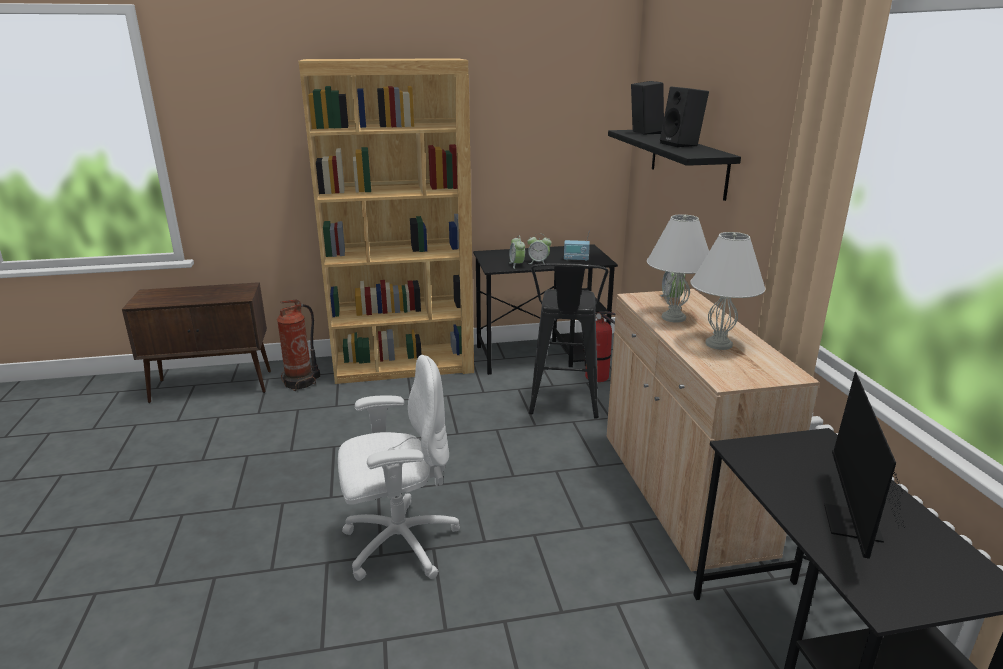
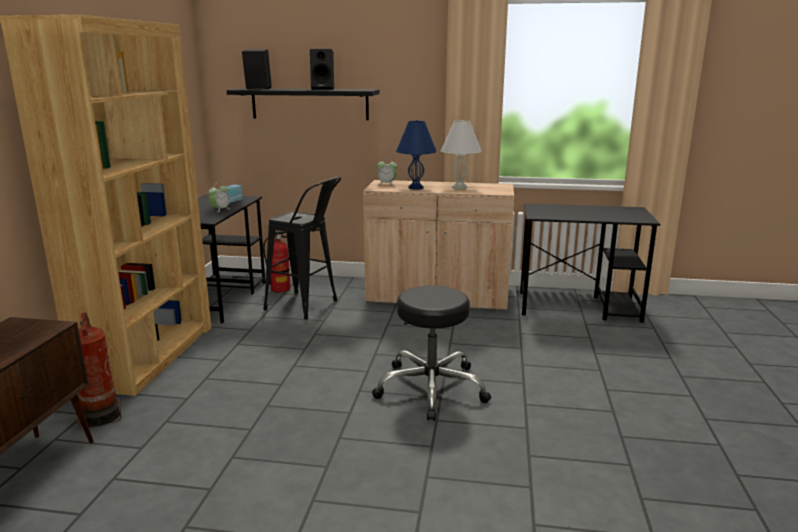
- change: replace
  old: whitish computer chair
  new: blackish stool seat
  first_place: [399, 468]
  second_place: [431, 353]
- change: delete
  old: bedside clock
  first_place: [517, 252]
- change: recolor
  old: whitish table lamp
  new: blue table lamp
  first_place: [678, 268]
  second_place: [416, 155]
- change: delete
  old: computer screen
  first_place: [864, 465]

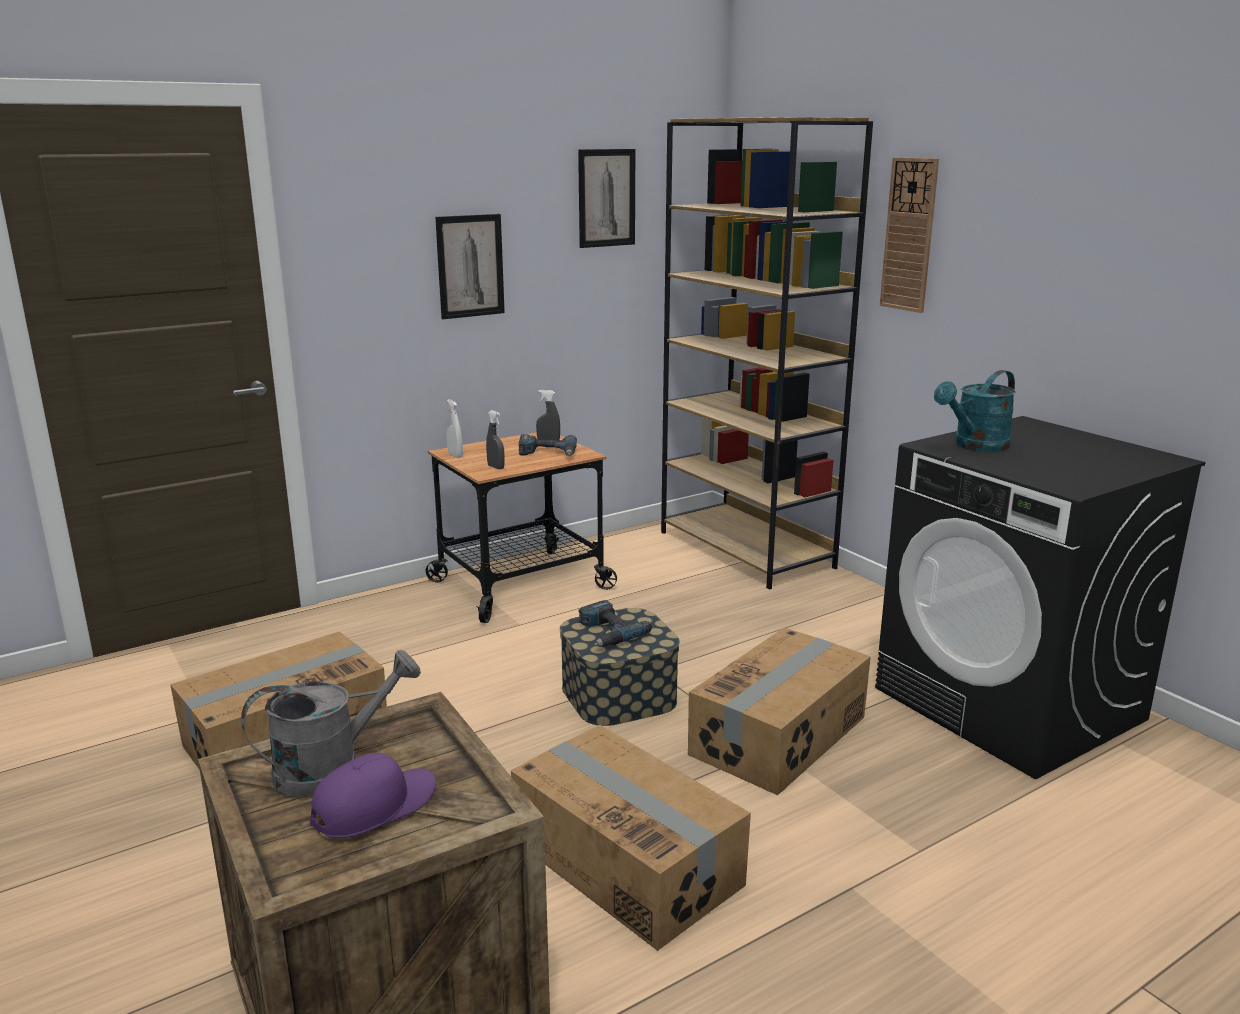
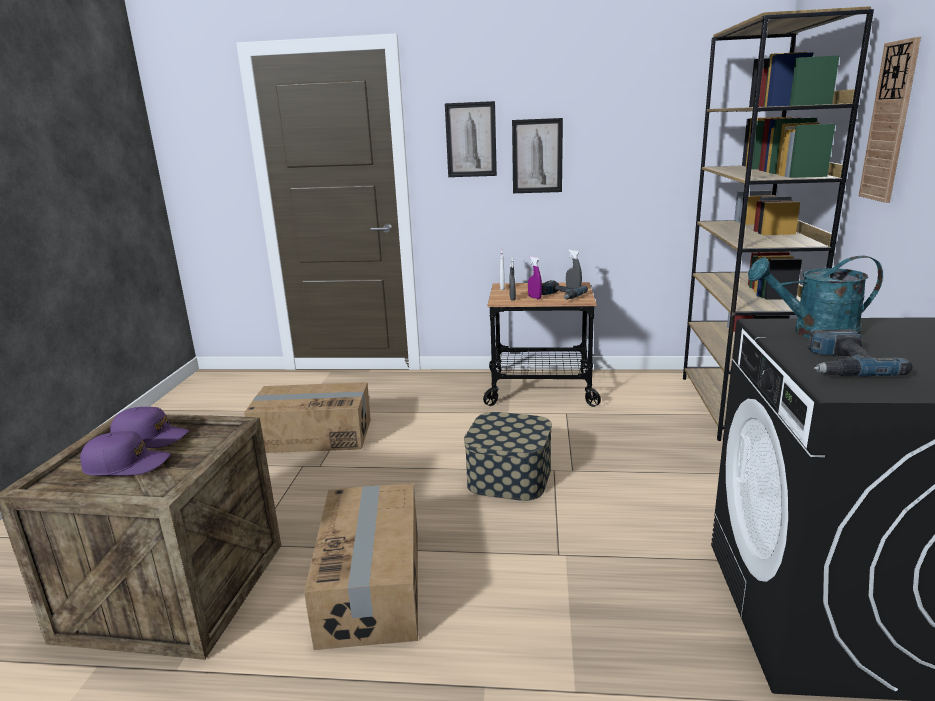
- change: replace
  old: greyish watering pot
  new: purplish cap
  first_place: [331, 723]
  second_place: [149, 427]
- change: move
  old: wall art
  first_place: [606, 198]
  second_place: [471, 139]
- change: move
  old: power drill
  first_place: [615, 623]
  second_place: [859, 353]
- change: delete
  old: carton
  first_place: [779, 711]
- change: insert
  new: purplish hand sprayer
  second_place: [535, 277]

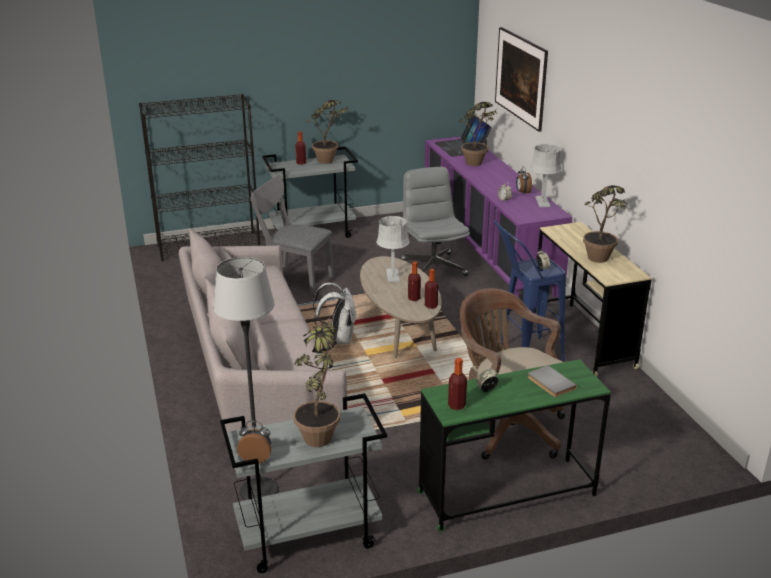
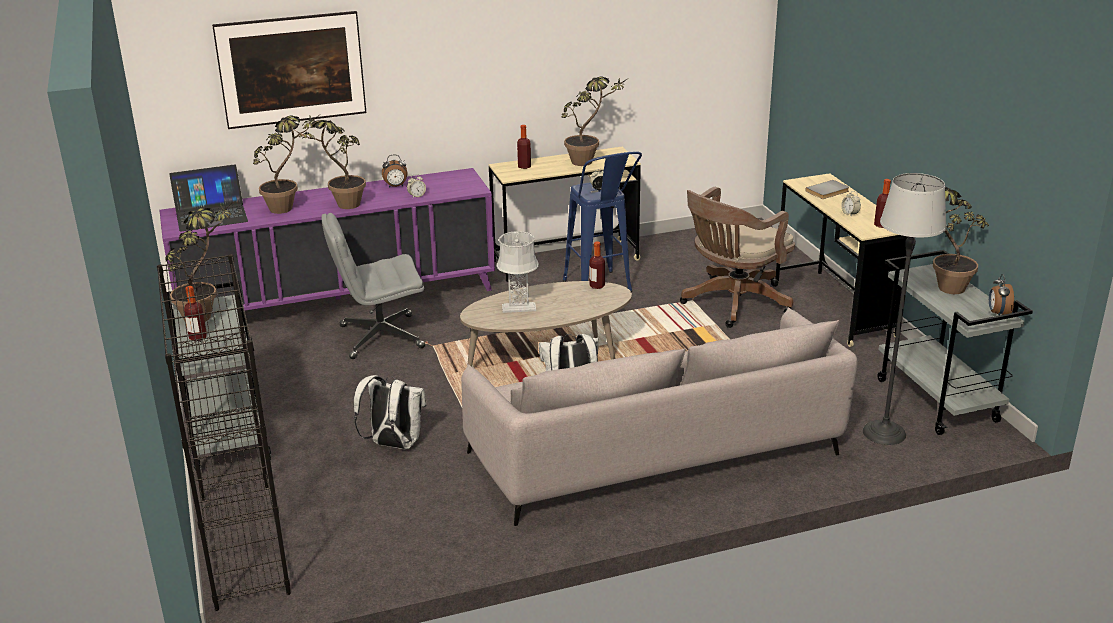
- change: replace
  old: greyish upright chair
  new: whitish backpack
  first_place: [292, 235]
  second_place: [390, 412]
- change: move
  old: bottle
  first_place: [414, 281]
  second_place: [524, 147]
- change: recolor
  old: green desk unit
  new: beige desk unit
  first_place: [514, 445]
  second_place: [841, 260]
- change: delete
  old: greyish table lamp
  first_place: [546, 175]
- change: insert
  new: houseplant
  second_place: [329, 164]

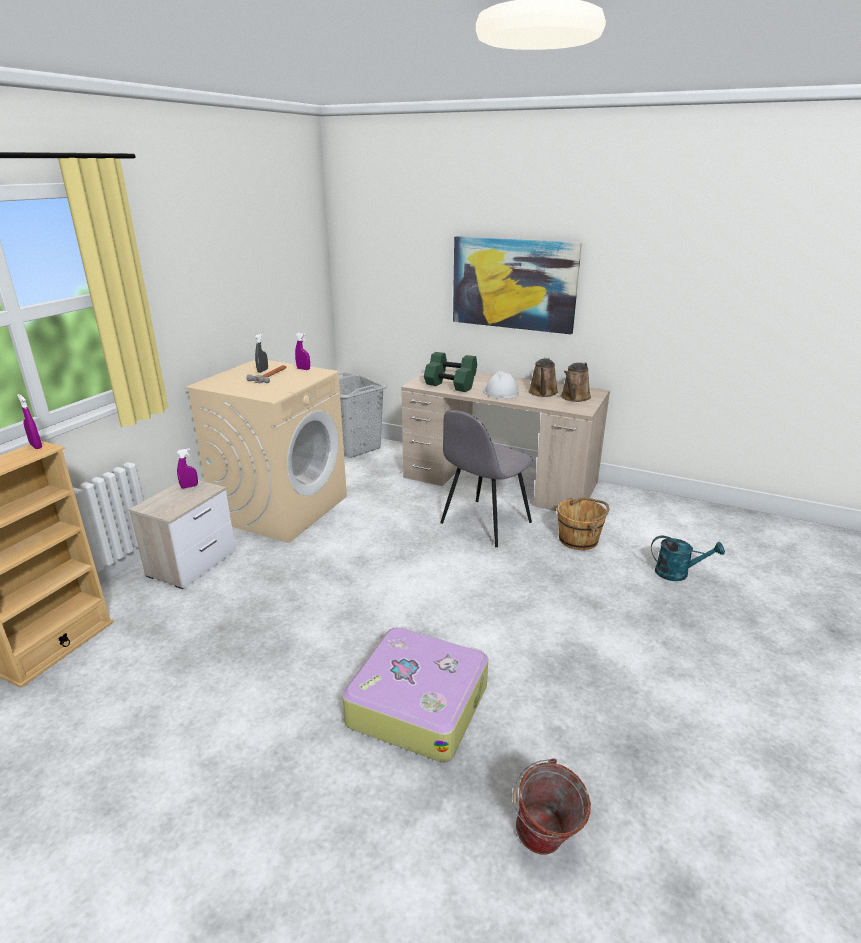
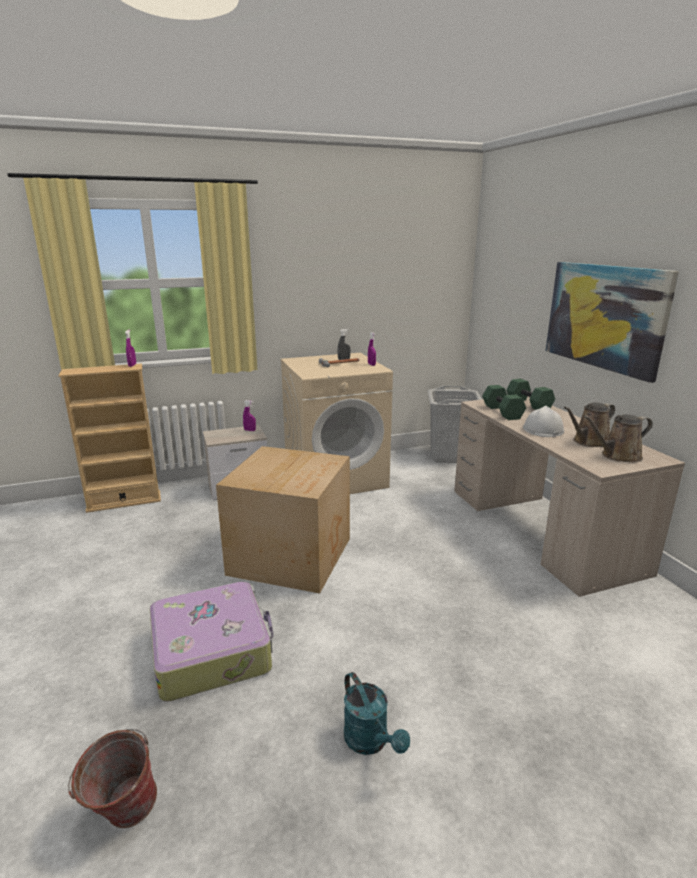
- change: delete
  old: greyish upright chair
  first_place: [486, 478]
- change: delete
  old: brown-coloured pail
  first_place: [583, 523]
- change: move
  old: turquoise watering pot
  first_place: [688, 558]
  second_place: [377, 713]
- change: insert
  new: carton
  second_place: [283, 519]

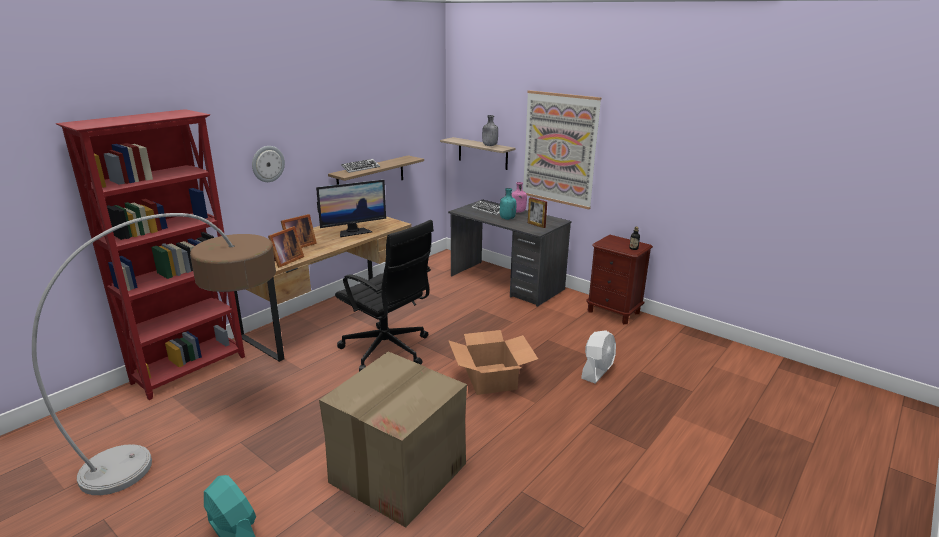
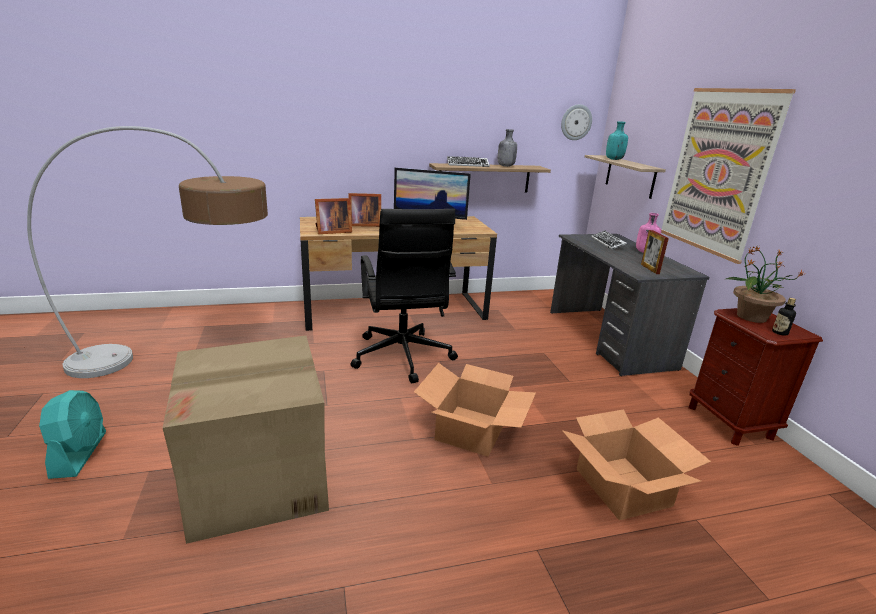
- change: delete
  old: reddish shelving unit
  first_place: [150, 254]
- change: move
  old: clock on the wall
  first_place: [268, 164]
  second_place: [576, 122]
- change: move
  old: greyish bottle
  first_place: [490, 130]
  second_place: [507, 148]
- change: move
  old: turquoise bottle
  first_place: [508, 204]
  second_place: [617, 140]
- change: replace
  old: whitish cooling fan
  new: carton
  first_place: [598, 357]
  second_place: [636, 464]
- change: insert
  new: houseplant
  second_place: [764, 284]

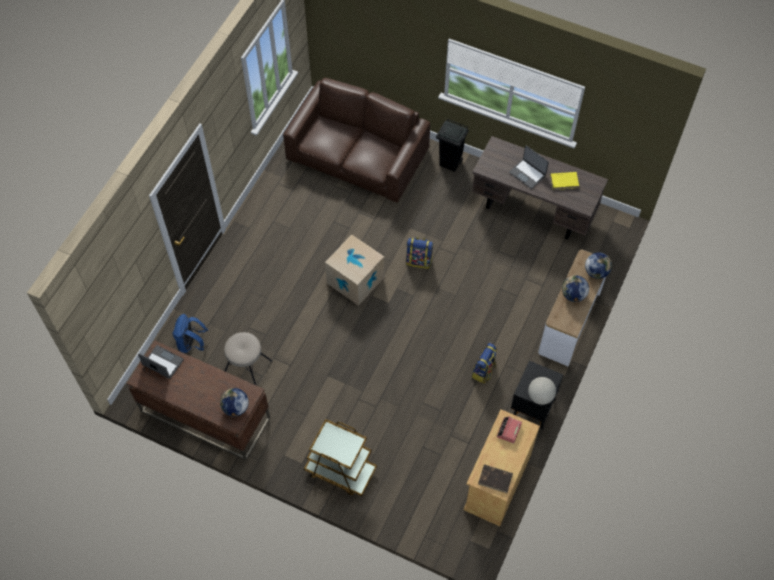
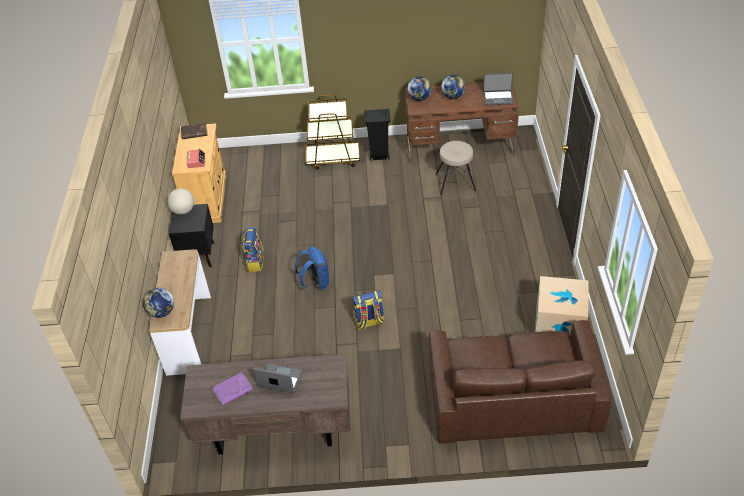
- change: move
  old: blue backpack
  first_place: [190, 333]
  second_place: [312, 268]
- change: move
  old: carton
  first_place: [354, 270]
  second_place: [562, 305]
- change: move
  old: blackish rubbish bin
  first_place: [452, 145]
  second_place: [377, 135]
- change: recolor
  old: yellow-coloured volume
  new: purplish volume
  first_place: [564, 181]
  second_place: [232, 389]
- change: move
  old: globe
  first_place: [575, 288]
  second_place: [453, 87]

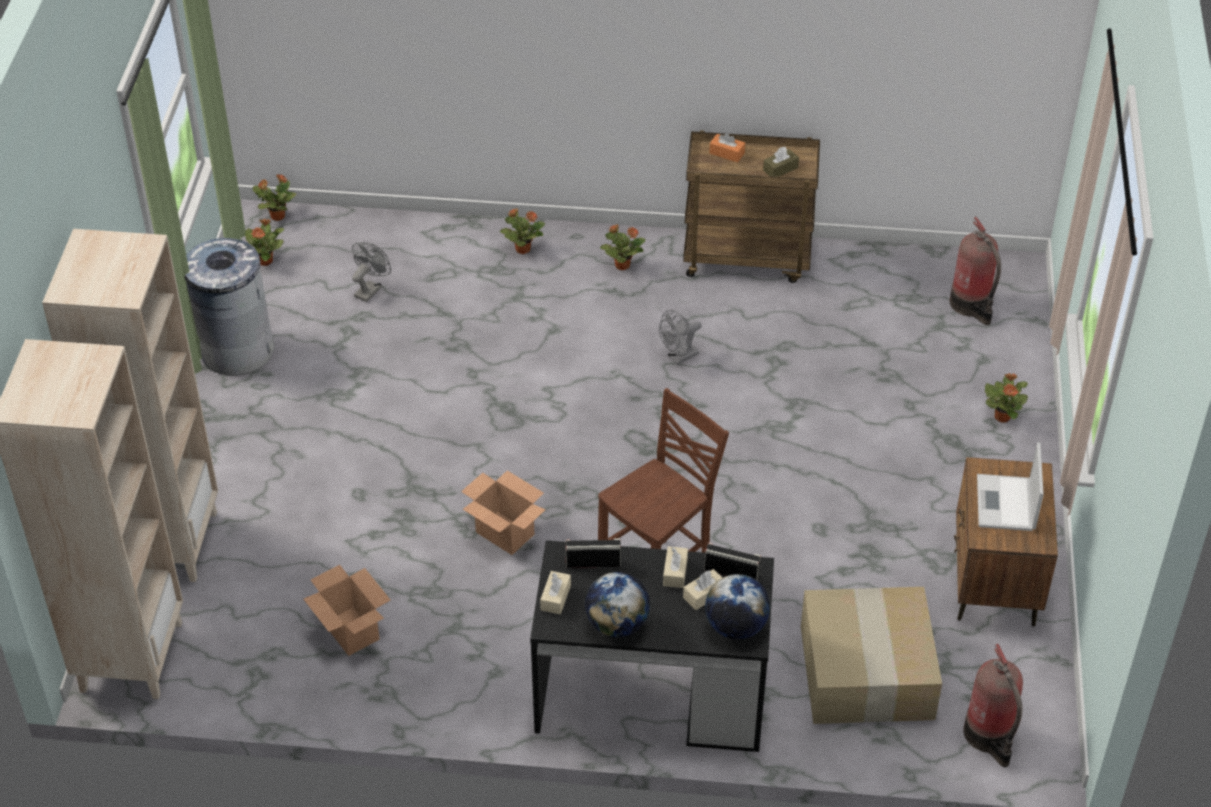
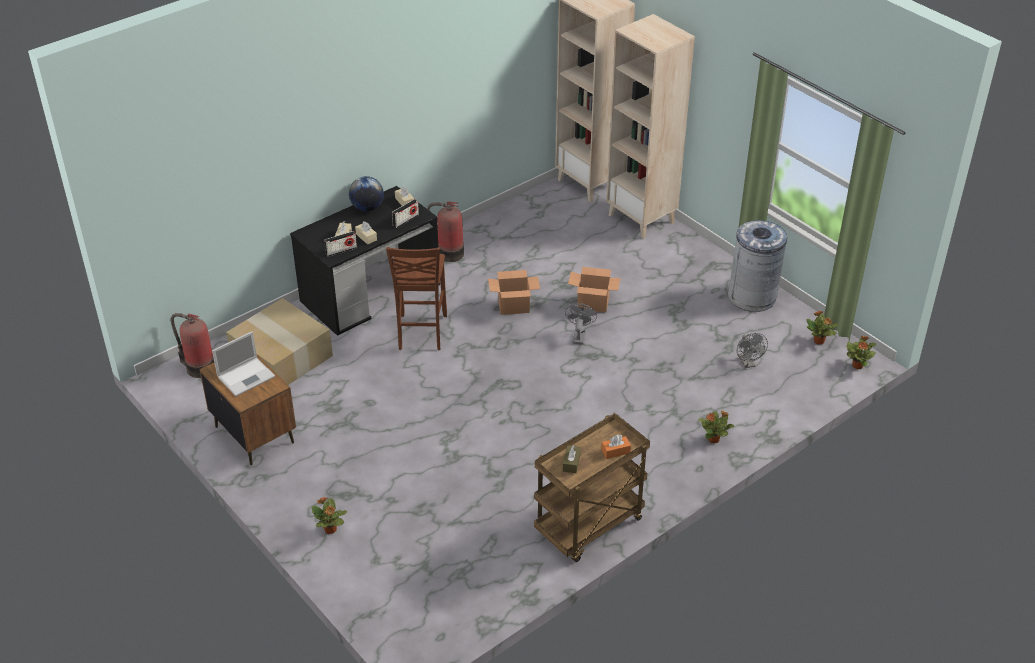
- change: move
  old: carton
  first_place: [347, 610]
  second_place: [594, 289]
- change: delete
  old: houseplant
  first_place: [623, 247]
- change: move
  old: greyish cooling fan
  first_place: [680, 337]
  second_place: [581, 324]
- change: delete
  old: globe
  first_place: [737, 607]
- change: move
  old: extinguisher
  first_place: [975, 271]
  second_place: [445, 231]
- change: rotate
  old: laptop
  first_place: [1010, 486]
  second_place: [243, 363]
  degrees: 90

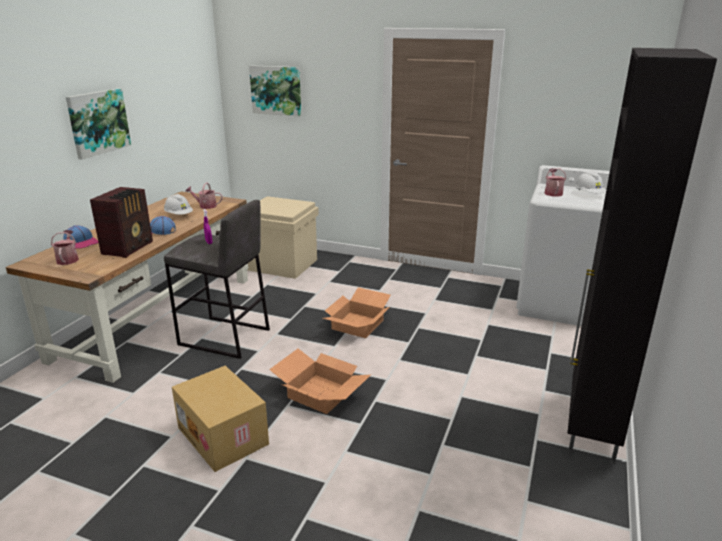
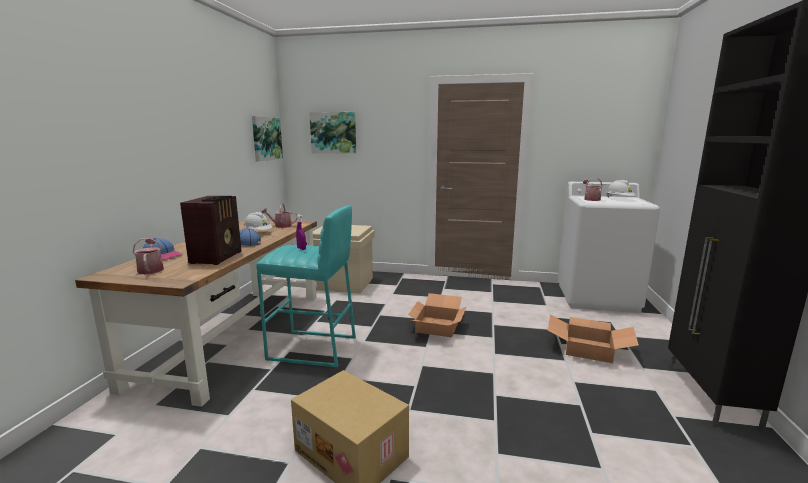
- change: move
  old: wall art
  first_place: [98, 124]
  second_place: [267, 138]
- change: recolor
  old: greyish stool seat
  new: turquoise stool seat
  first_place: [217, 279]
  second_place: [306, 286]
- change: move
  old: carton
  first_place: [320, 381]
  second_place: [593, 339]

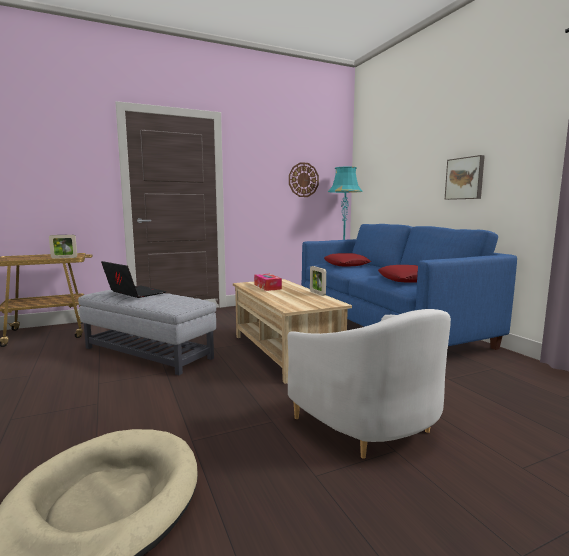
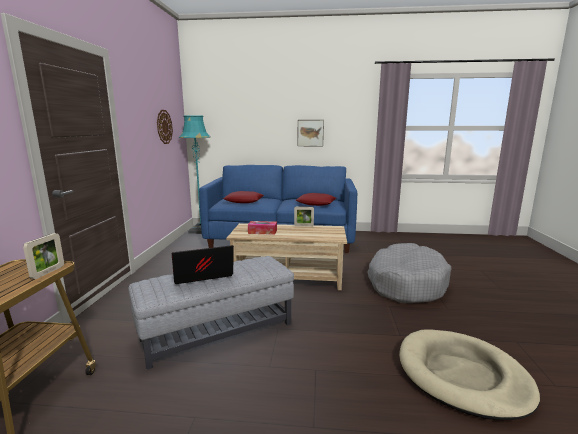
- change: replace
  old: whitish easy chair
  new: greyish pet bed
  first_place: [369, 384]
  second_place: [410, 273]

